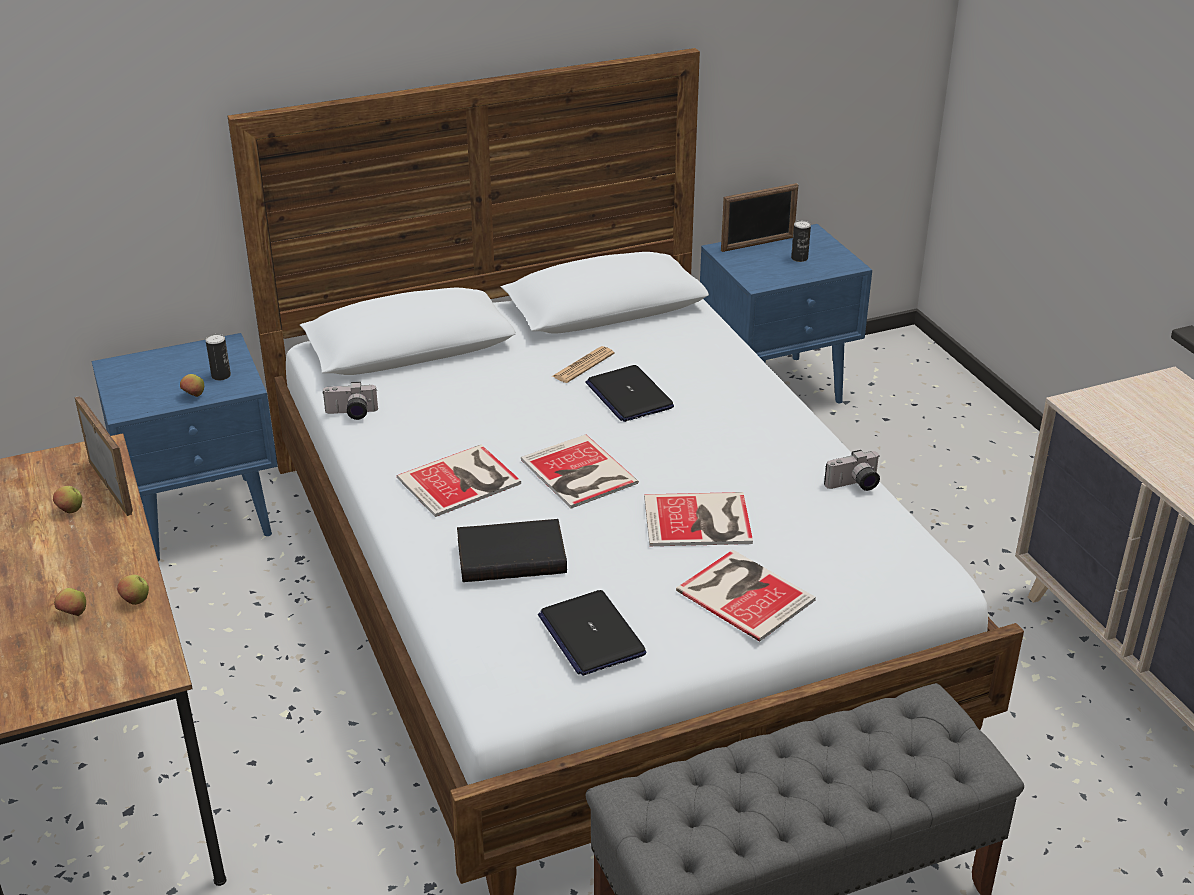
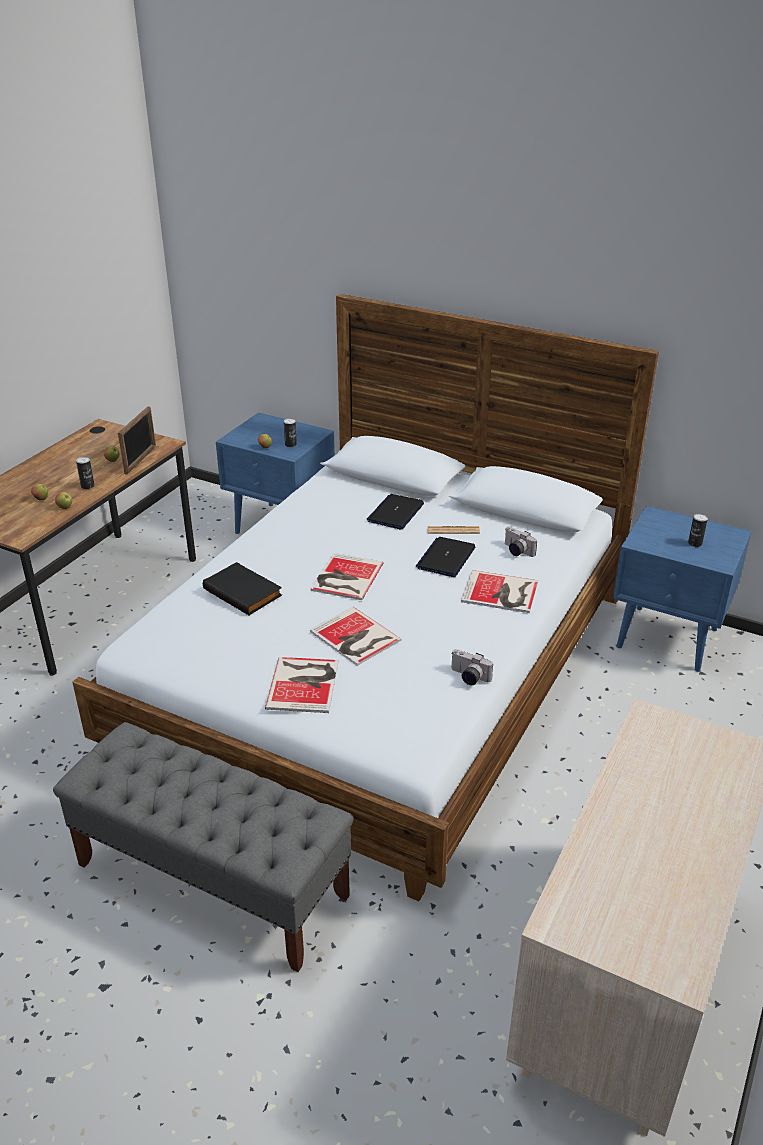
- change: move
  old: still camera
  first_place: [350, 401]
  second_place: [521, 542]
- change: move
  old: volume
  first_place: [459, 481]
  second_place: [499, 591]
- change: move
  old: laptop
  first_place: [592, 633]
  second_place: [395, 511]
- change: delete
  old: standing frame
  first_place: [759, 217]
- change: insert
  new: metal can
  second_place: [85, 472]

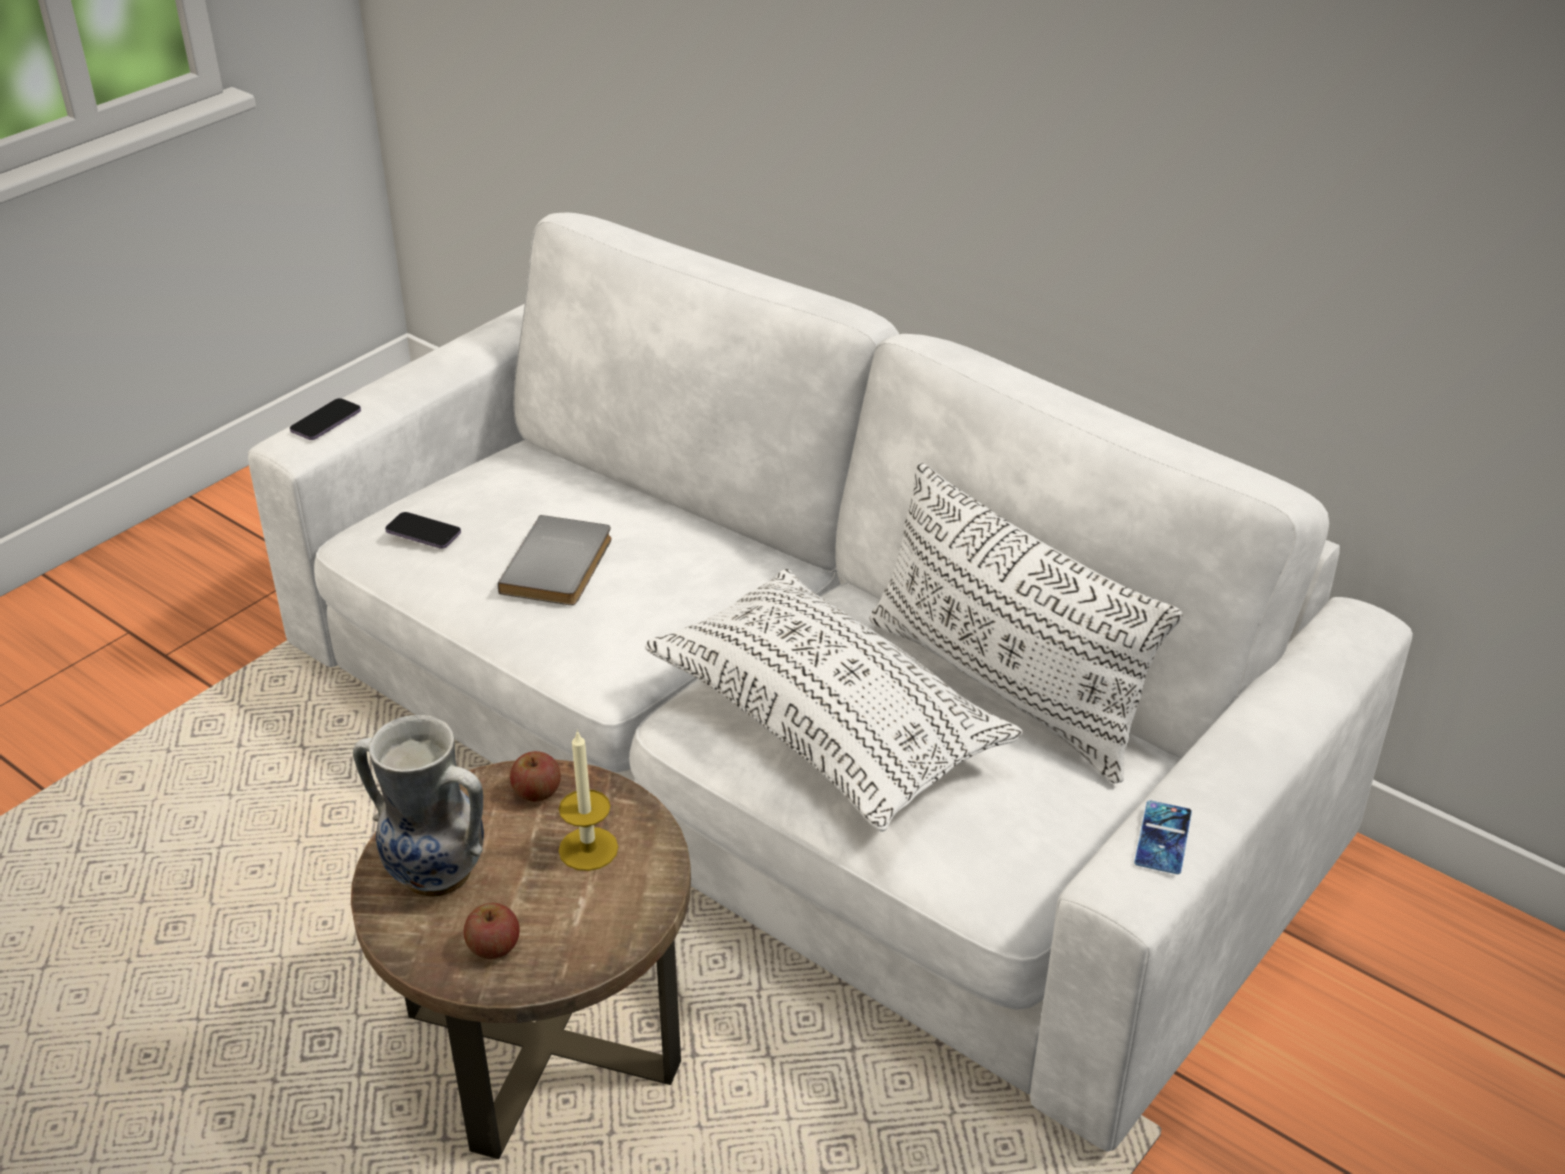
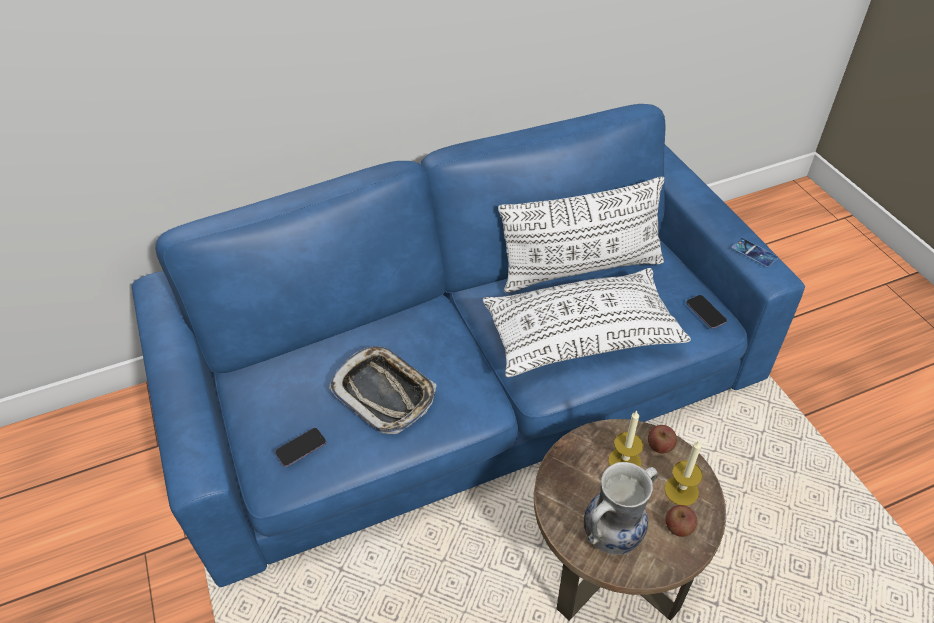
- change: recolor
  old: whitish sofa
  new: blue sofa
  first_place: [830, 682]
  second_place: [468, 345]
- change: move
  old: telephone
  first_place: [325, 419]
  second_place: [706, 312]
- change: replace
  old: greyish volume
  new: tray
  first_place: [555, 560]
  second_place: [383, 390]
- change: move
  old: apple
  first_place: [535, 776]
  second_place: [662, 439]
- change: insert
  new: candle
  second_place: [683, 473]

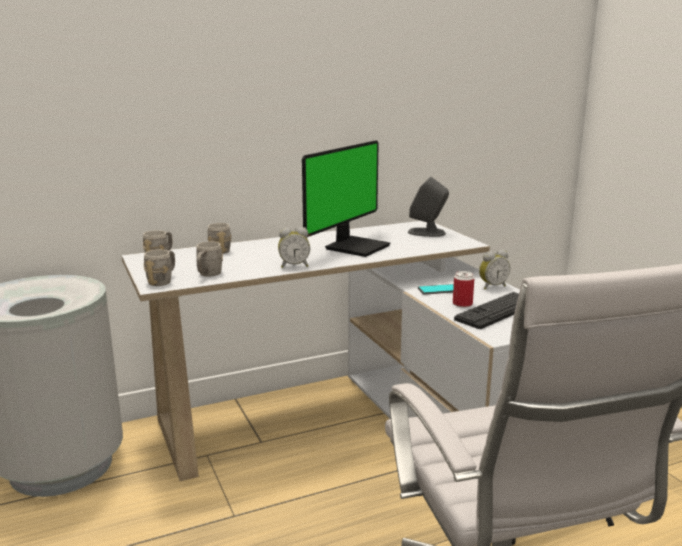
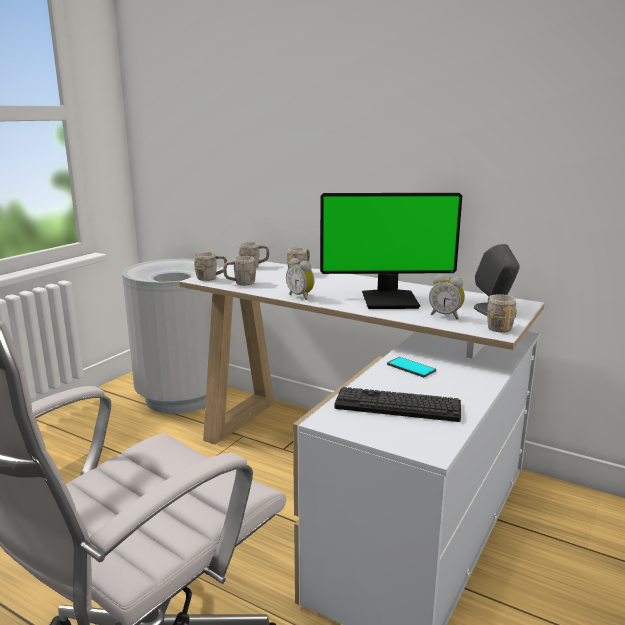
- change: delete
  old: metal can
  first_place: [463, 289]
- change: move
  old: bedside clock
  first_place: [494, 270]
  second_place: [447, 296]
- change: insert
  new: greyish tea mug
  second_place: [502, 313]

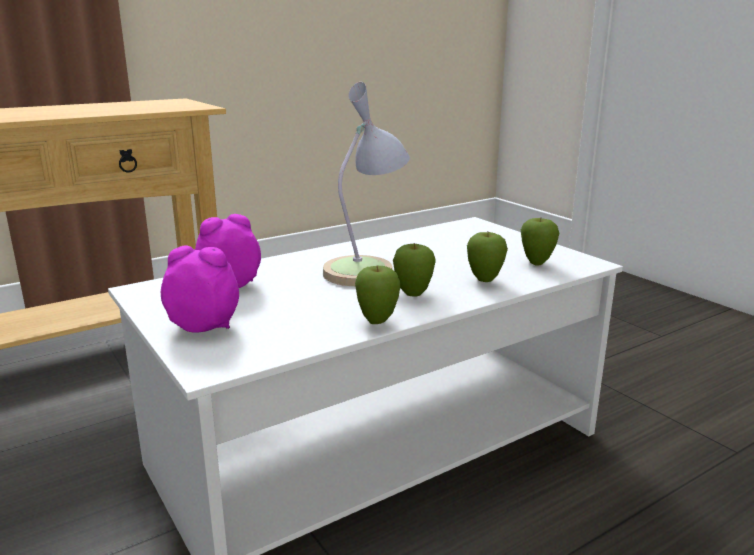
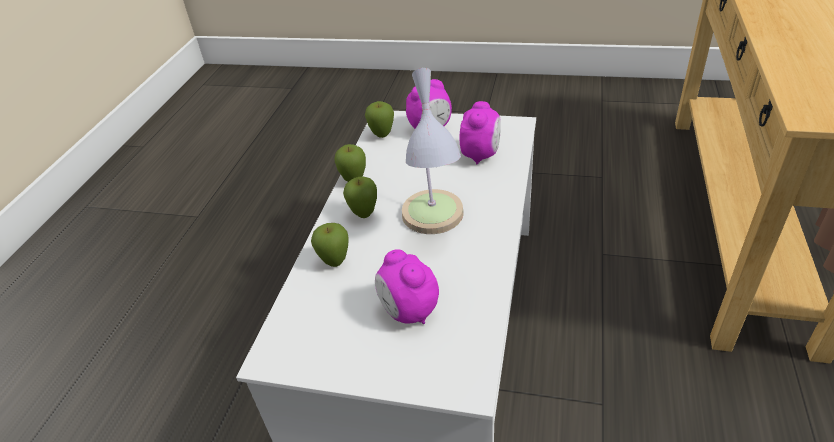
- change: move
  old: apple
  first_place: [540, 242]
  second_place: [379, 119]
- change: insert
  new: bedside clock
  second_place: [407, 286]

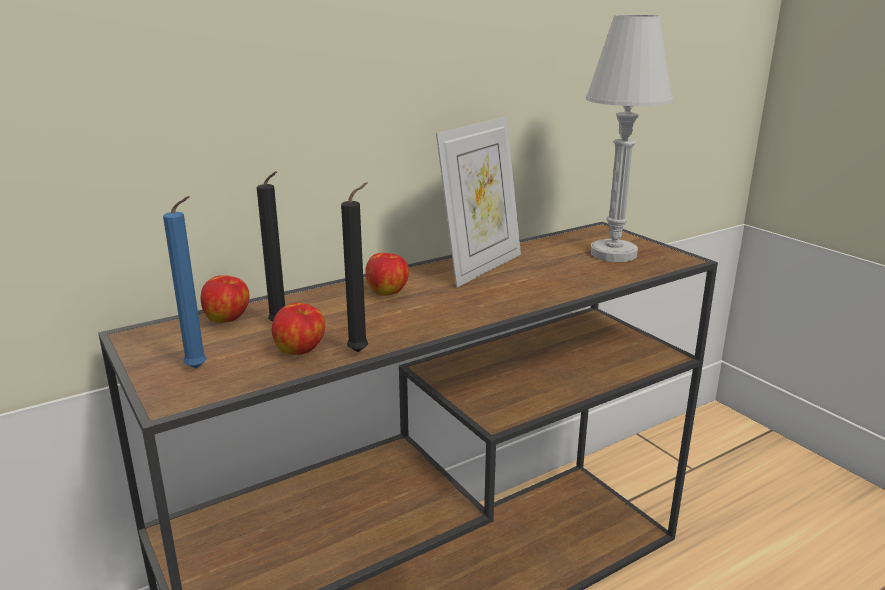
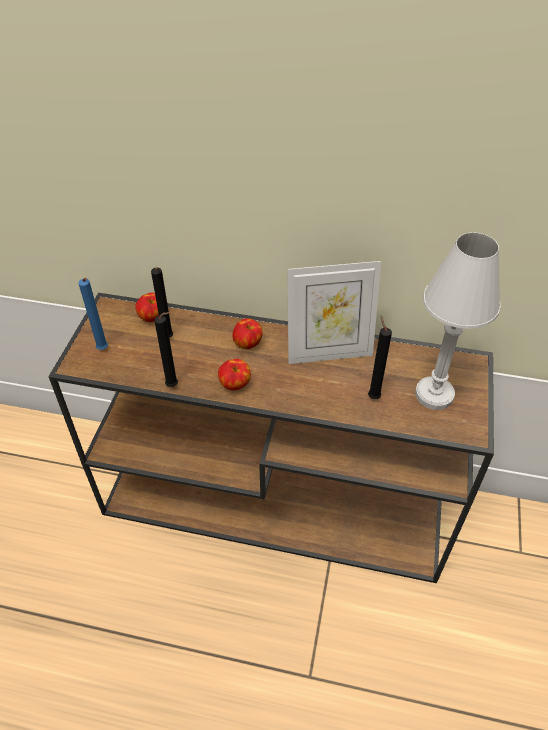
- change: move
  old: apple
  first_place: [298, 329]
  second_place: [234, 374]
- change: insert
  new: blackish candle
  second_place: [380, 357]

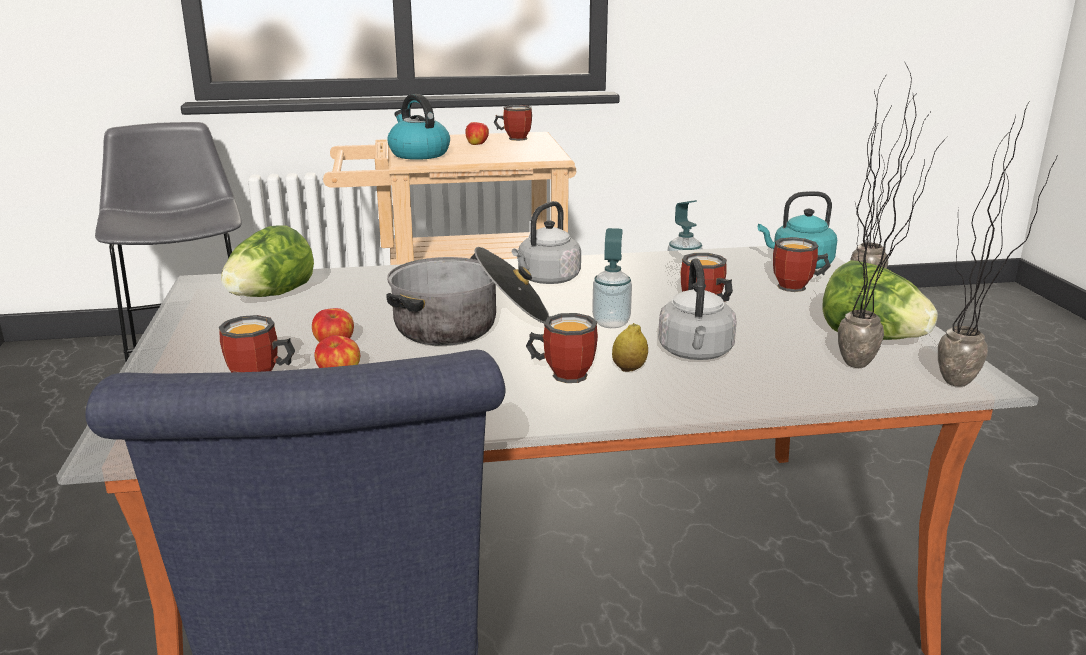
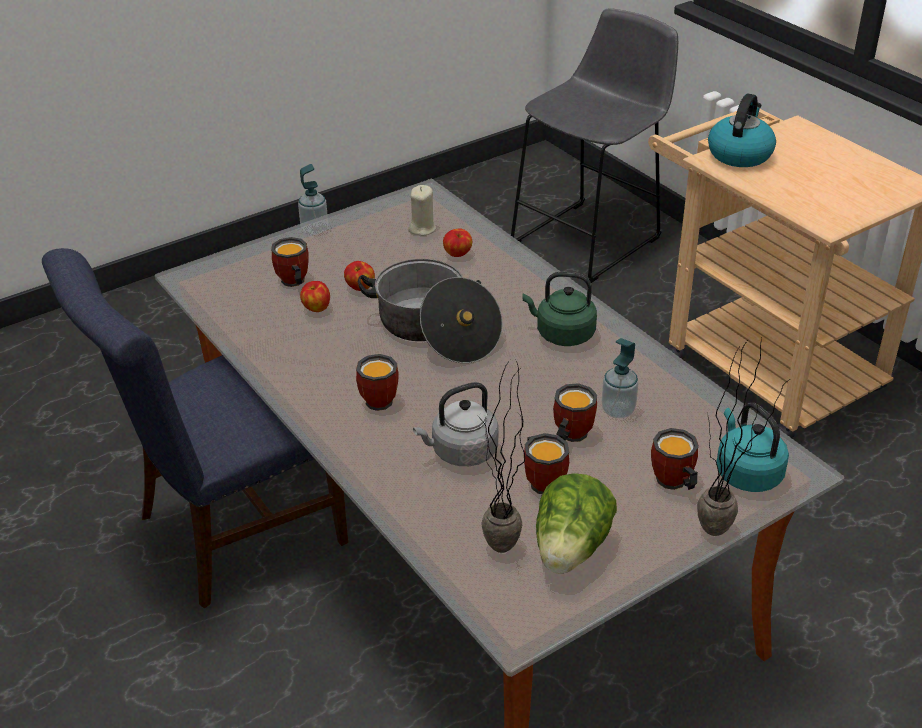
- change: replace
  old: lettuce head
  new: beige candle
  first_place: [267, 261]
  second_place: [422, 210]
- change: move
  old: apple
  first_place: [477, 133]
  second_place: [457, 242]
- change: move
  old: tea mug
  first_place: [513, 123]
  second_place: [546, 463]
- change: recolor
  old: greyish water kettle
  new: green water kettle
  first_place: [546, 242]
  second_place: [560, 309]
- change: move
  old: liquid soap bottle
  first_place: [612, 278]
  second_place: [313, 199]
- change: delete
  old: lemon
  first_place: [630, 347]
- change: delete
  old: houseplant
  first_place: [998, 244]

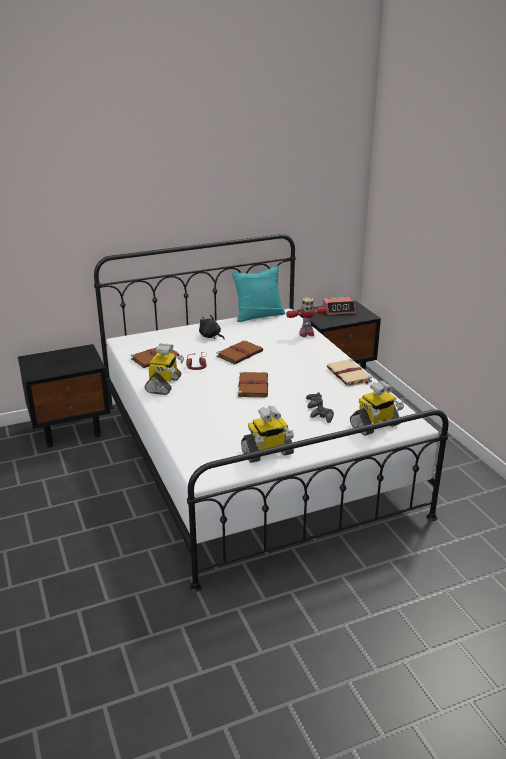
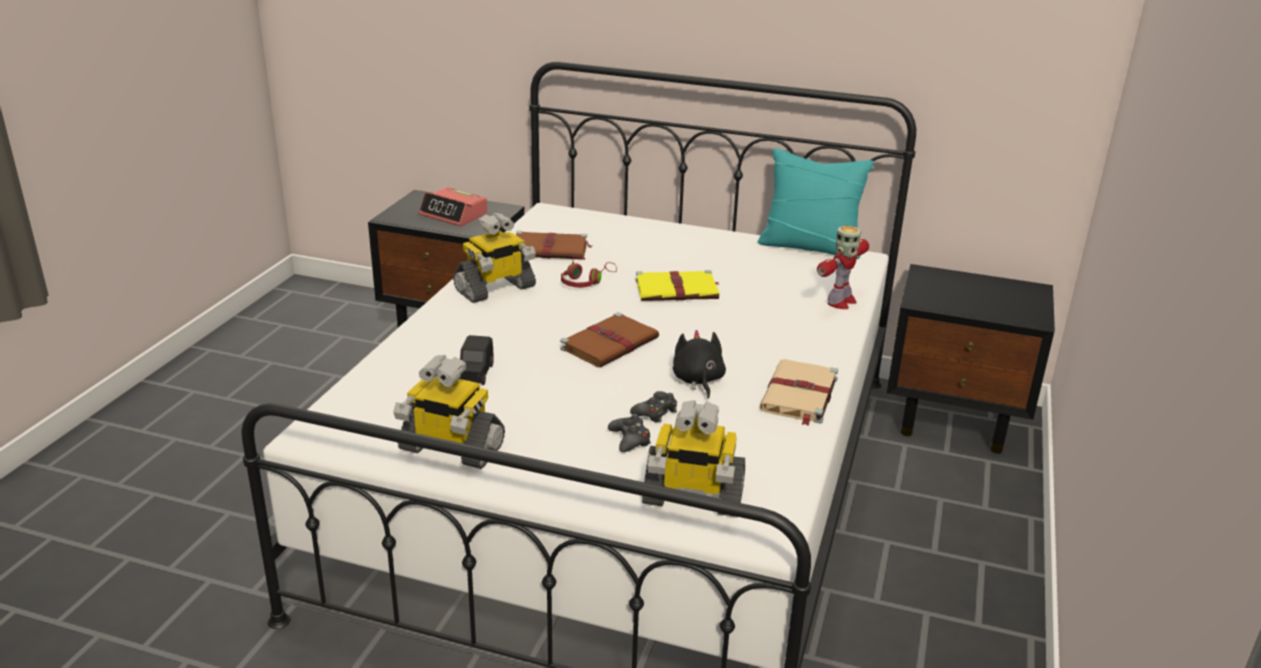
- change: move
  old: blackish plush toy
  first_place: [212, 327]
  second_place: [699, 364]
- change: recolor
  old: brown-coloured volume
  new: yellow-coloured volume
  first_place: [240, 352]
  second_place: [677, 285]
- change: rotate
  old: toy robot
  first_place: [306, 317]
  second_place: [843, 267]
  degrees: -75
- change: move
  old: bedside clock
  first_place: [339, 306]
  second_place: [453, 206]
- change: insert
  new: blackish toy car
  second_place: [476, 360]

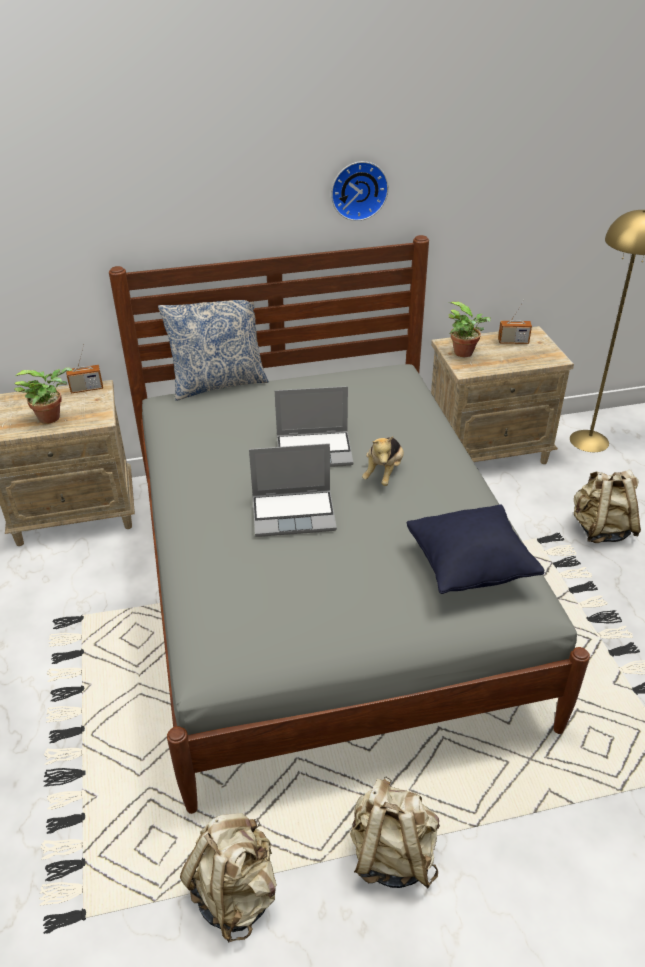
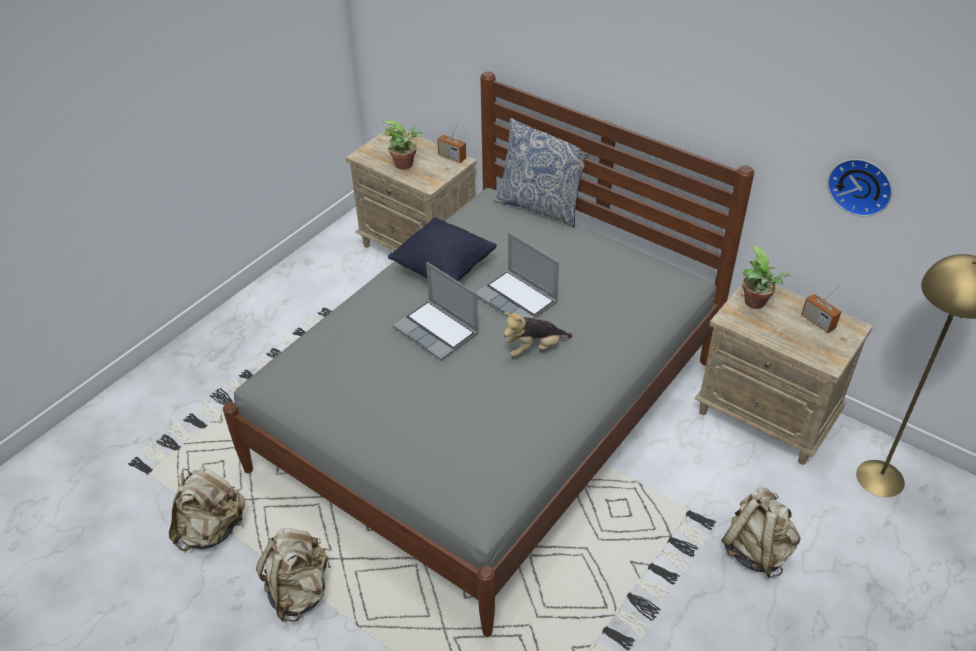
- change: move
  old: clock on the wall
  first_place: [360, 191]
  second_place: [859, 188]
- change: move
  old: blackish cushion
  first_place: [476, 549]
  second_place: [442, 249]

